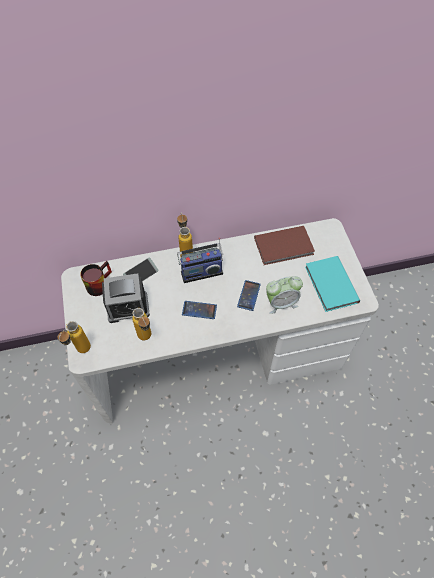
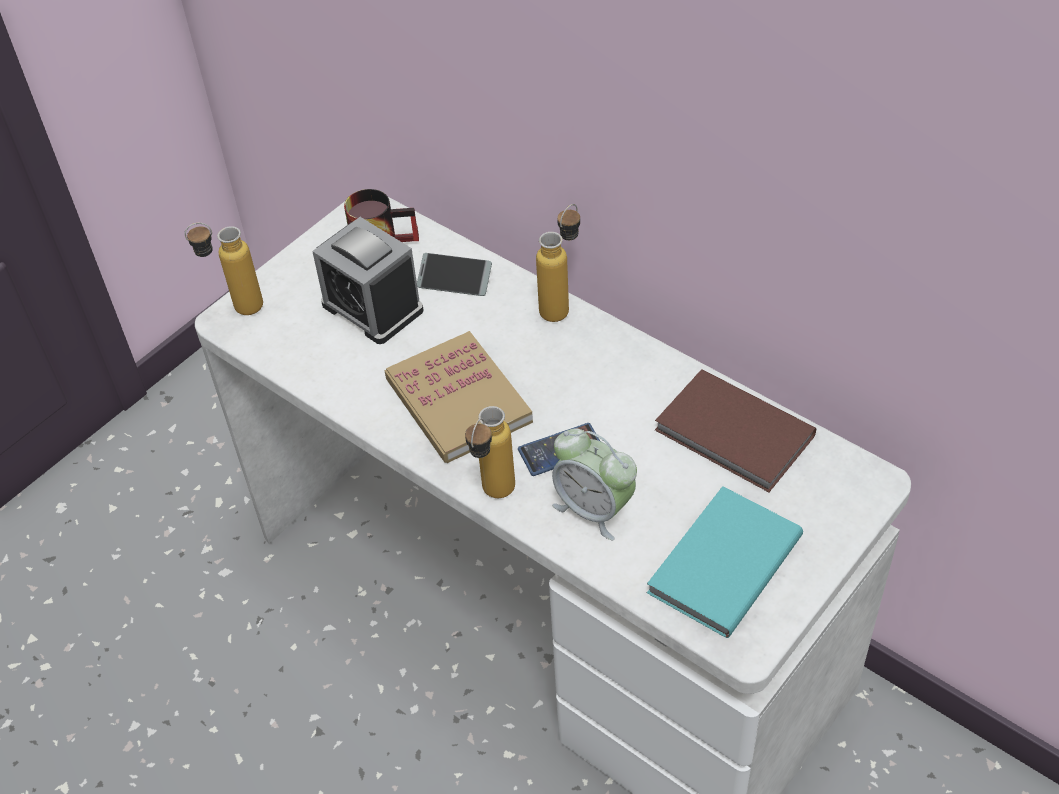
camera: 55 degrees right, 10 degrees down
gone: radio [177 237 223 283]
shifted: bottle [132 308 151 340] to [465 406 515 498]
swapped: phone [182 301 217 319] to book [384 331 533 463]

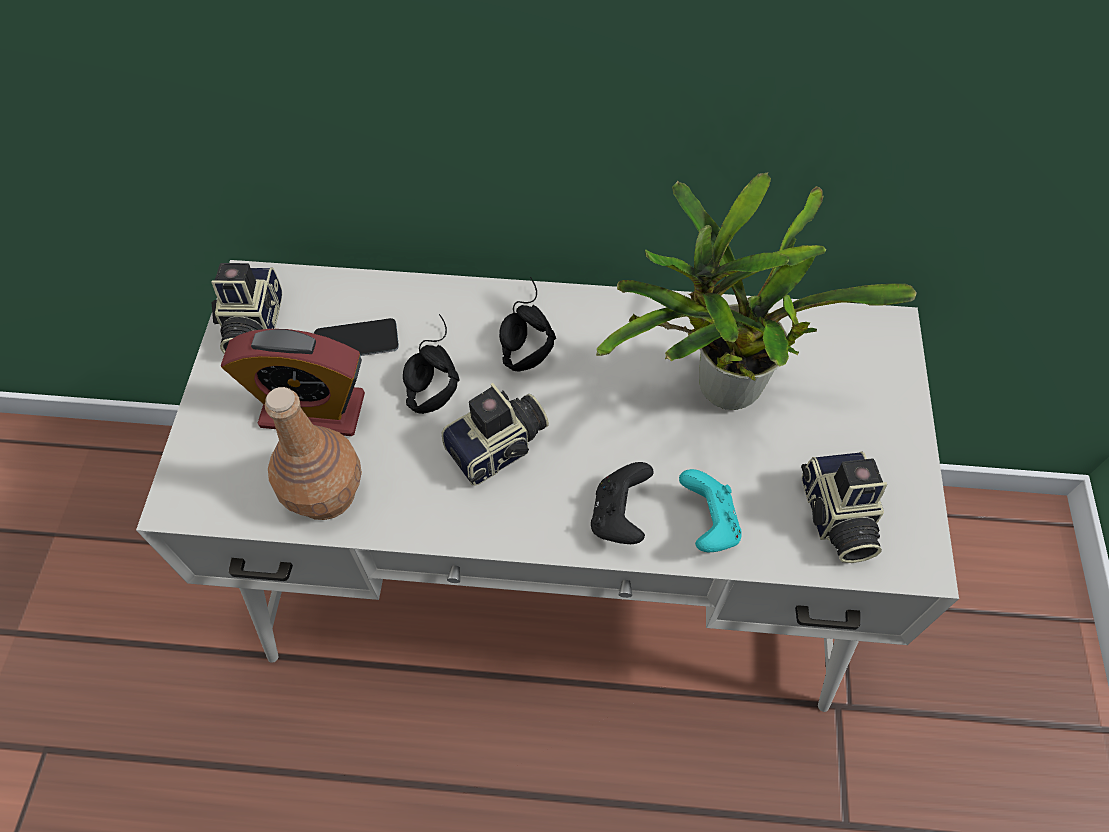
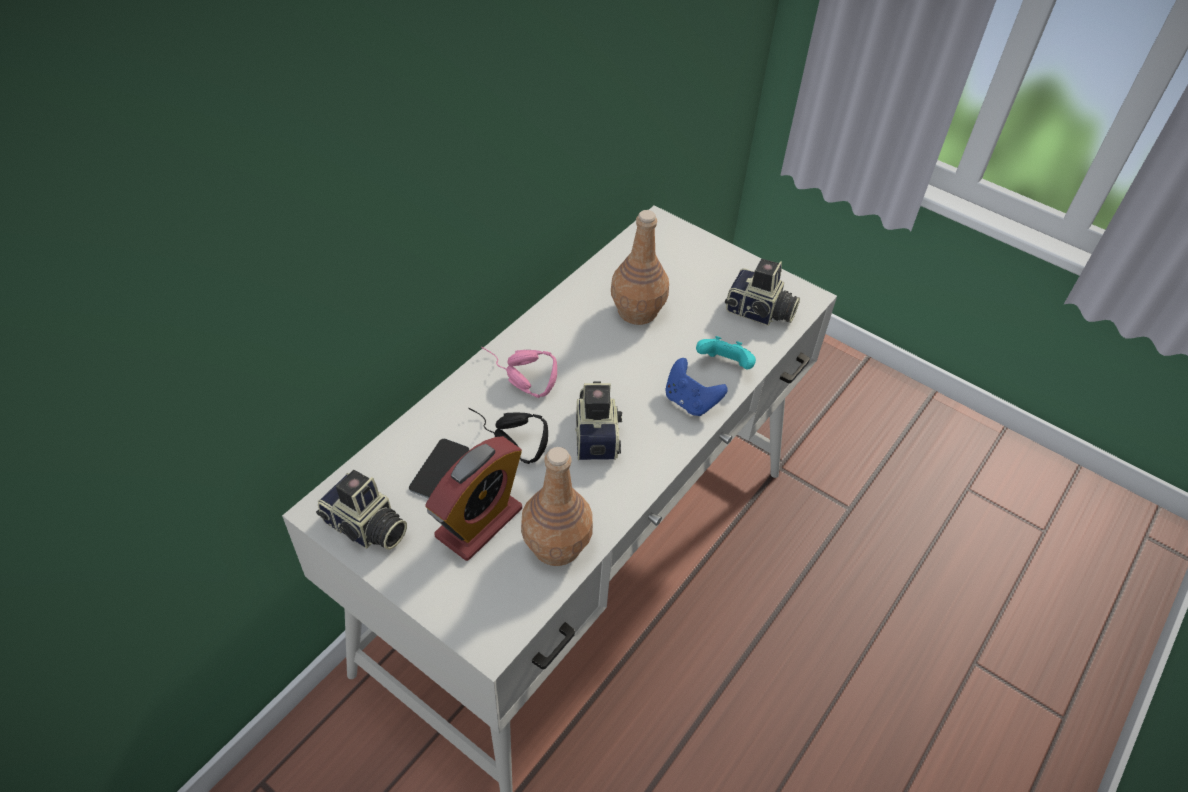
camera: 60 degrees left, 10 degrees down
swapped: potted plant [596 173 917 410] to brown bottle [611 210 669 325]
repainted: black headphones [499 277 556 372] to pink headphones [482 347 557 398]; black game controller [591 462 654 544] to blue game controller [666 358 728 416]

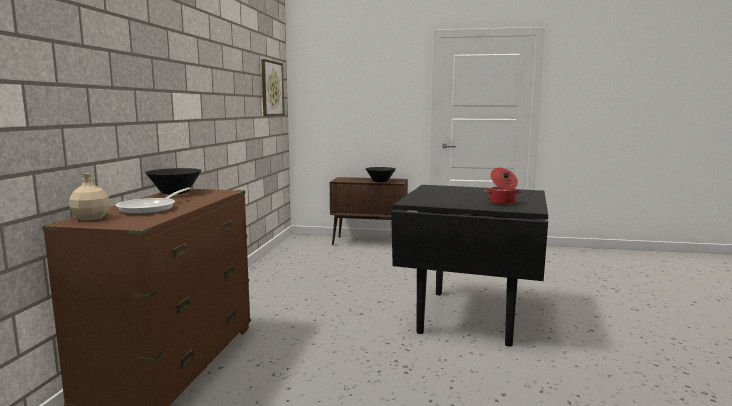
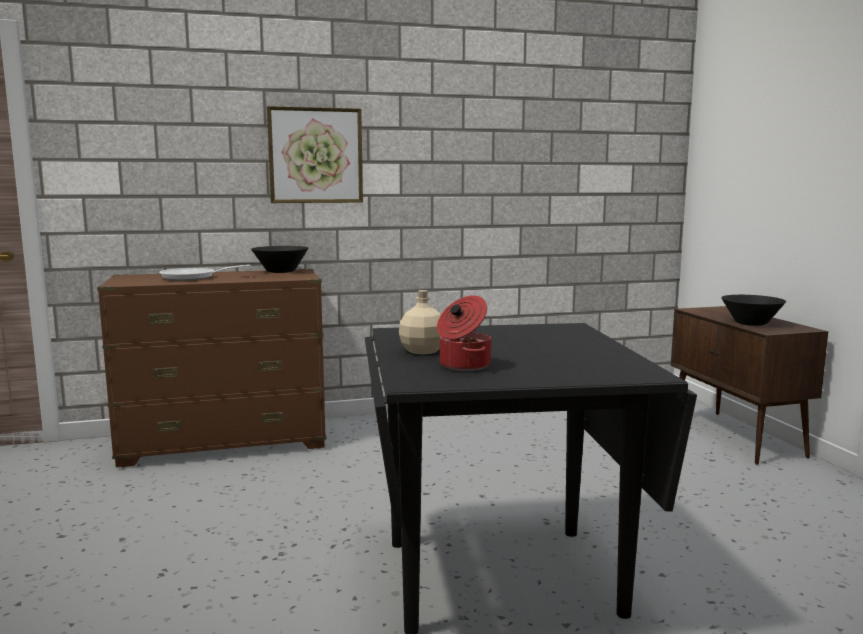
camera: 65 degrees right, 0 degrees up
shifted: beige bottle [69 173 110 221] to [399 290 441 354]; picture [261 59 285 116] to [267 106 363 203]

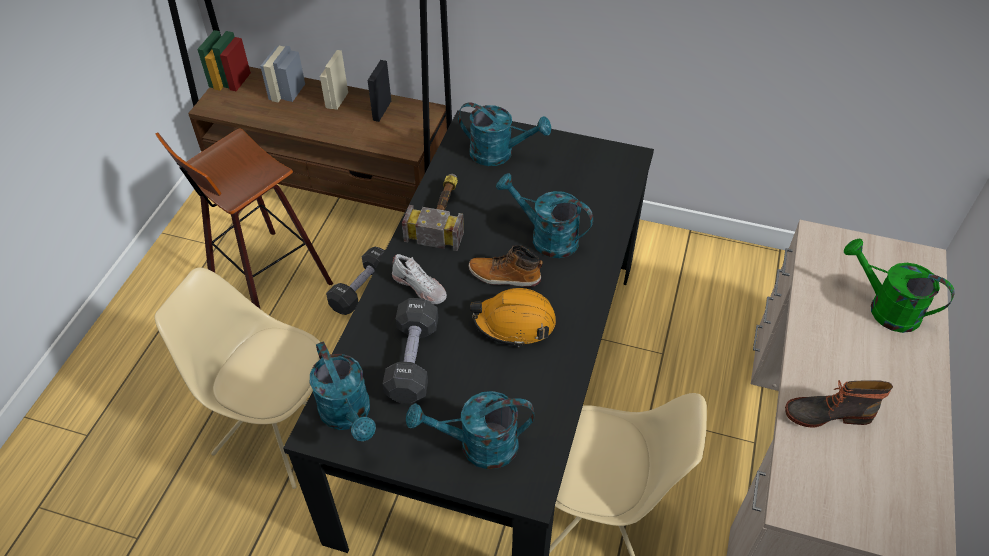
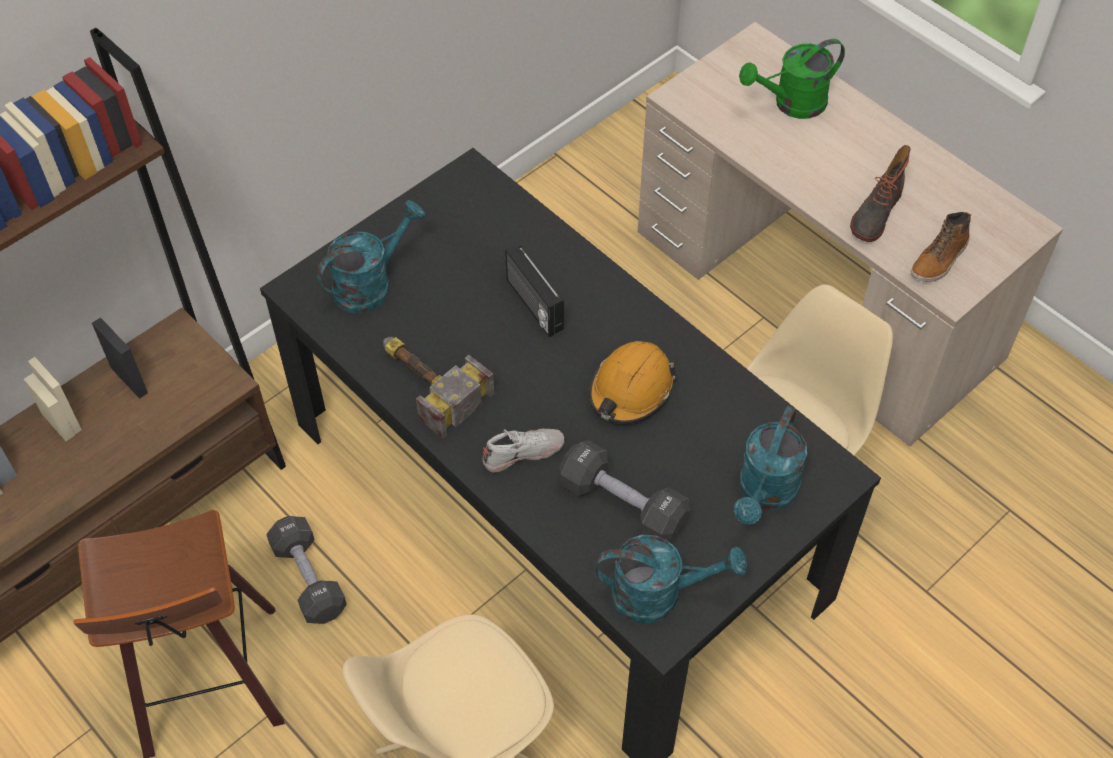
camera: 60 degrees left, 5 degrees up
shifted: boot [469 245 543 287] to [911 212 971 282]
swapped: turquoise watering can [496 173 593 258] to radio [505 244 564 337]

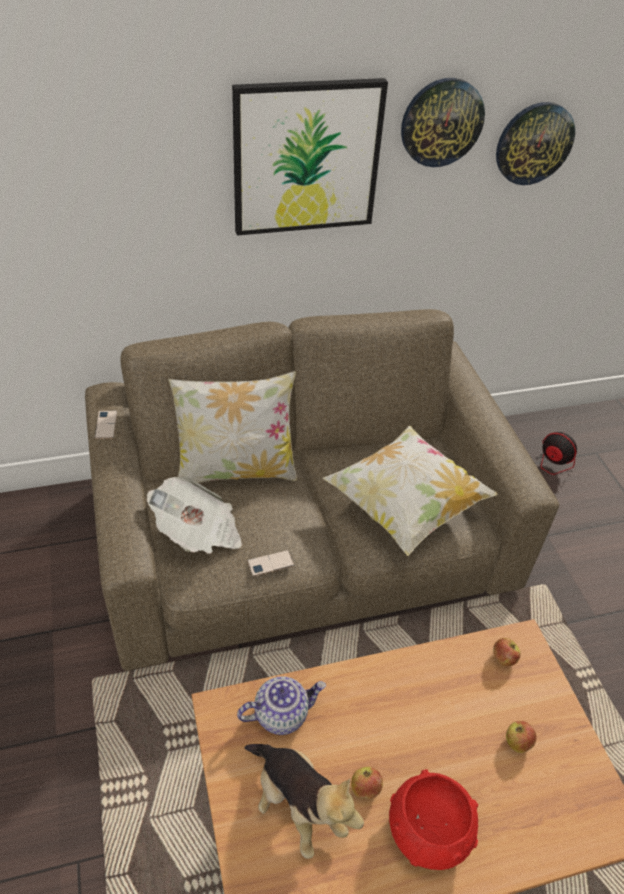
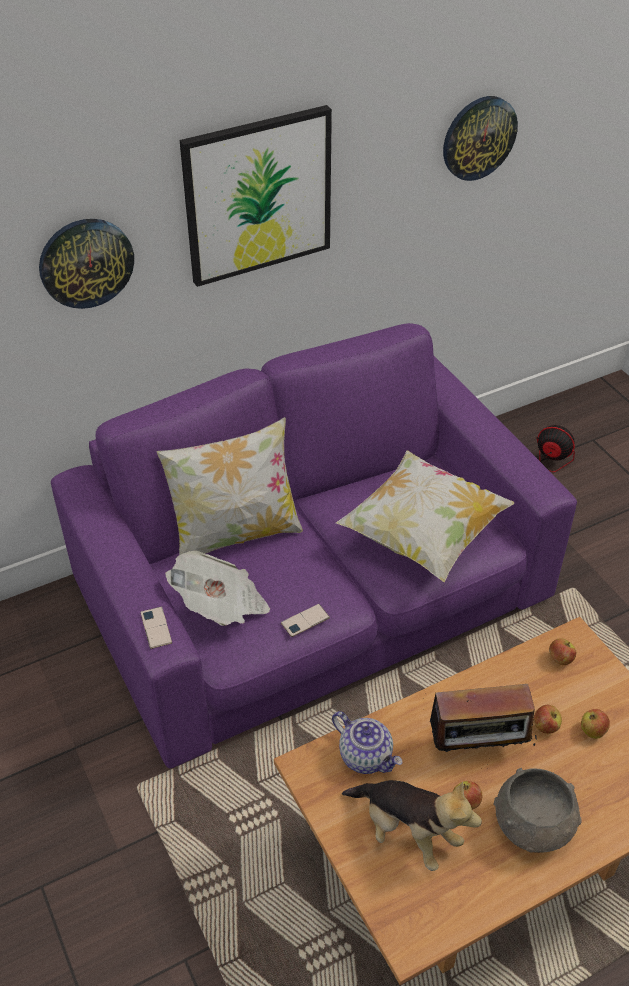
camera: 10 degrees left, 0 degrees up
new: radio [424 684 538 766]; apple [534 705 562 734]
shifted: phone [94 410 117 439] to [140 607 172 649]; wall clock [401 78 485 167] to [39 219 134 309]
repainted: brown sofa [85 309 559 671] to purple sofa [51 323 577 768]; red bowl [389 769 478 870] to grey bowl [493 768 582 853]
rotated: teapot [237 676 326 735] = [332 711 402 774] 75 degrees clockwise

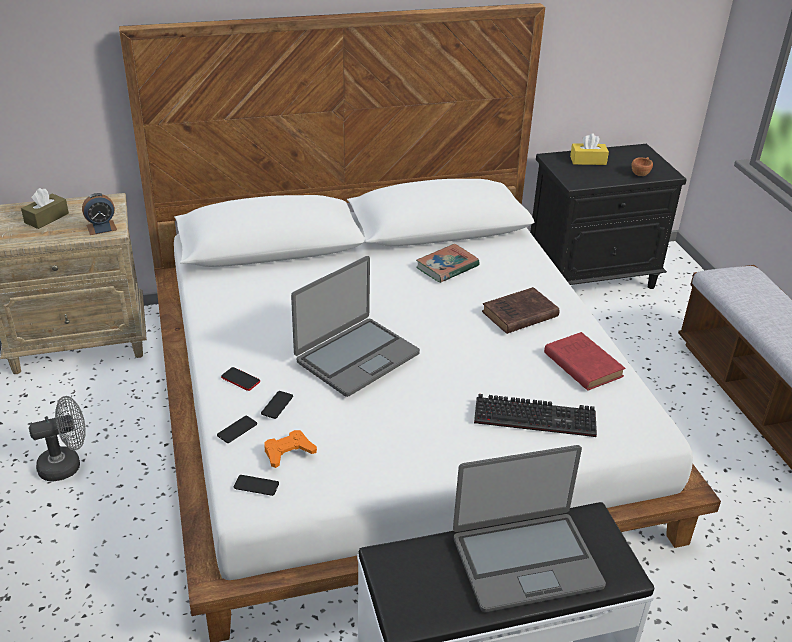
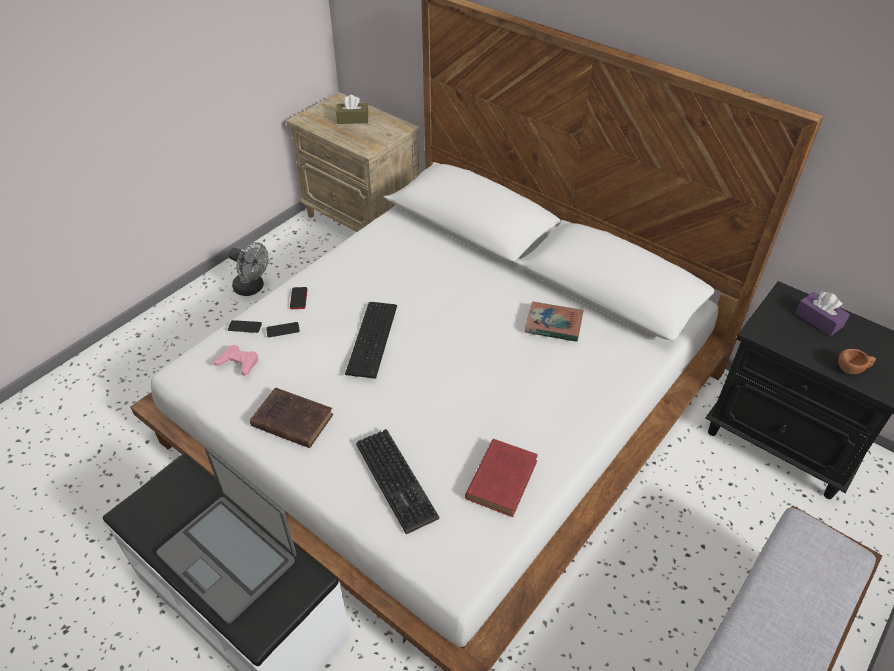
camera: 55 degrees right, 10 degrees up
gone: alarm clock [82 193 117 235]; phone [234 475 279 496]
shifted: brown book [482 287 559 334] to [250 387 333 448]
swapped: laptop [291 256 420 397] to keyboard [345 302 397 379]
repainted: orange game controller [264 430 317 468] to pink game controller [214 345 258 376]; yellow tissue box [570 133 609 165] to purple tissue box [795 291 850 336]

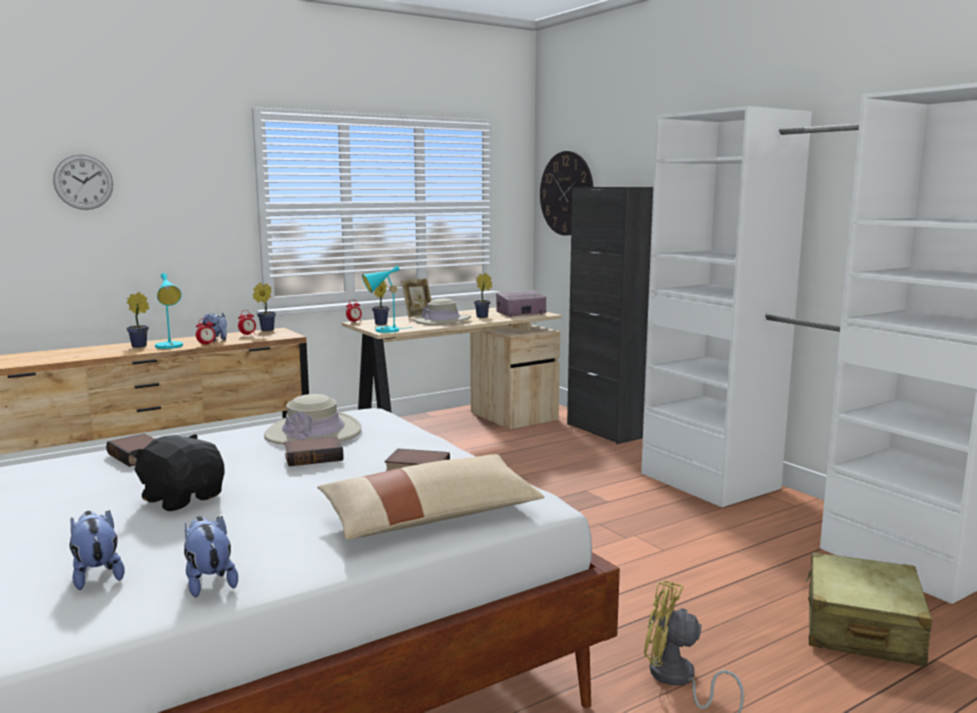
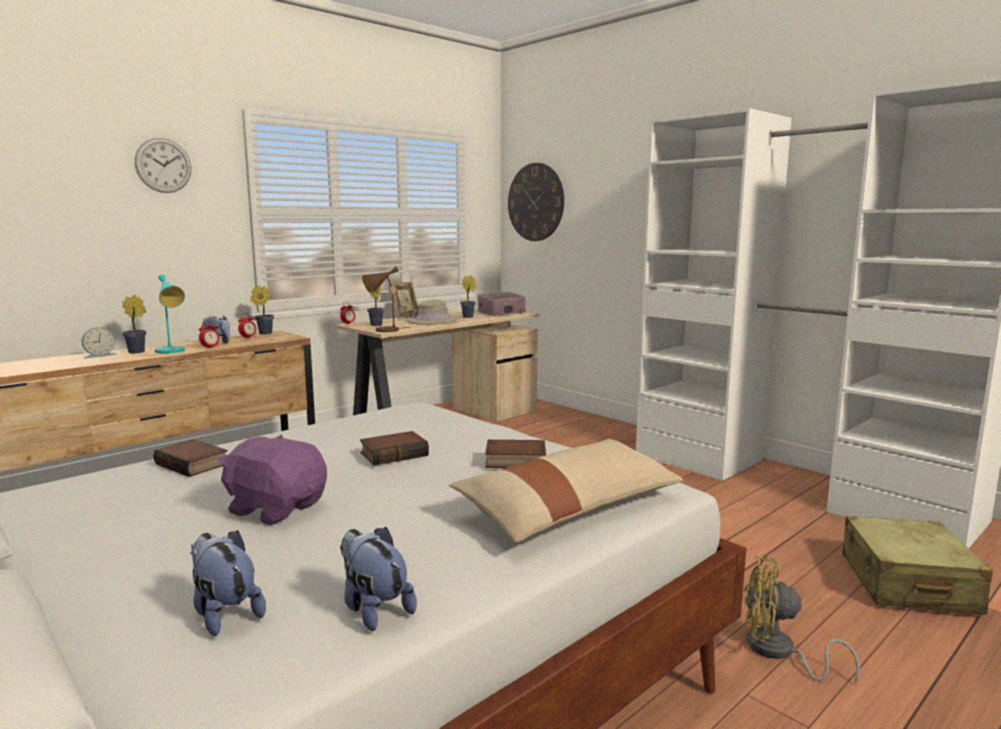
camera: 10 degrees left, 0 degrees up
gone: beige hat [264 394 361 445]; black cabinet [567 187 653 444]
new: alarm clock [82 327 117 358]
shifted: wall clock [53 154 113 210] to [135 138 191 193]
repainted: black plush toy [130 434 224 511] to purple plush toy [217 435 327 525]; turquoise table lamp [362 266 413 333] to brown table lamp [362 267 409 332]

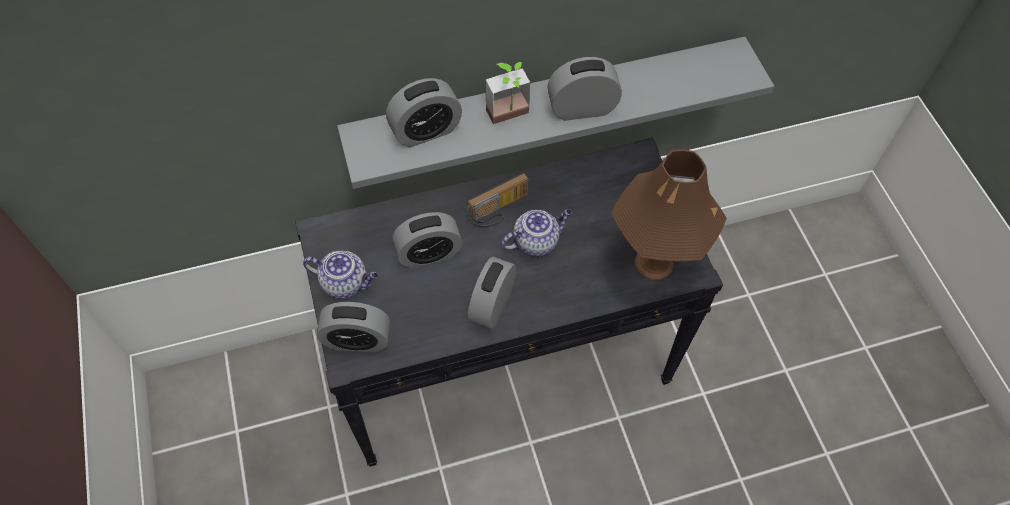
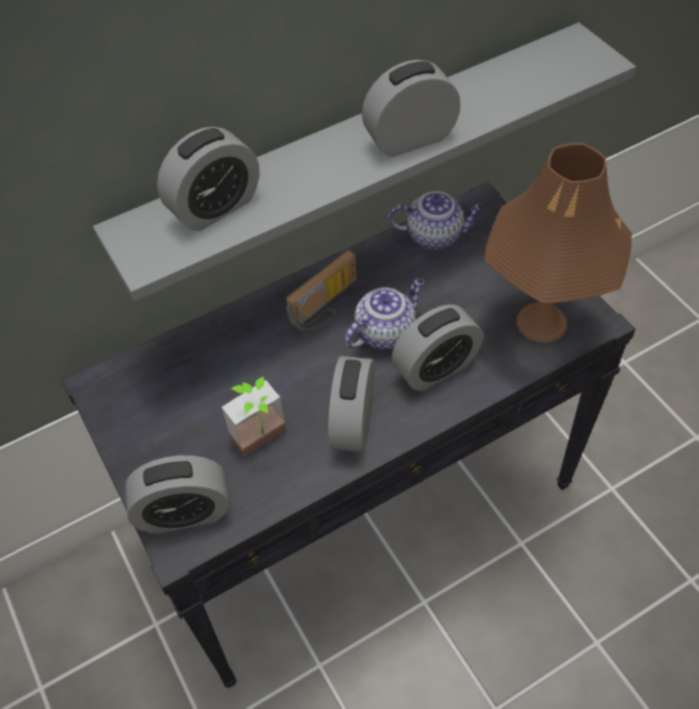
camera: 10 degrees left, 5 degrees down
shifted: teapot [303 251 378 299] to [388 191 484 250]; alarm clock [392 212 462 269] to [391 304 483 391]; potted plant [486 62 530 124] to [222 377 286 456]

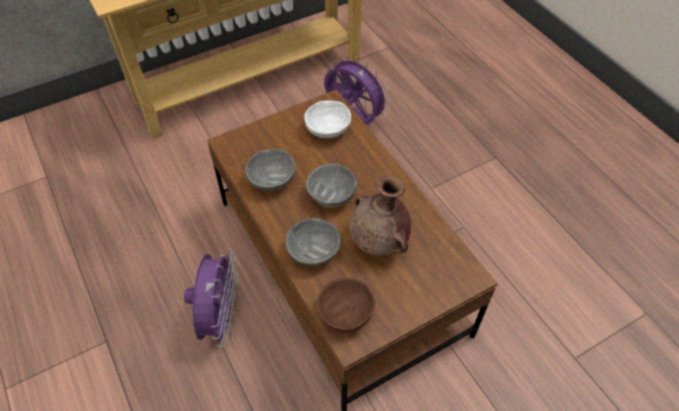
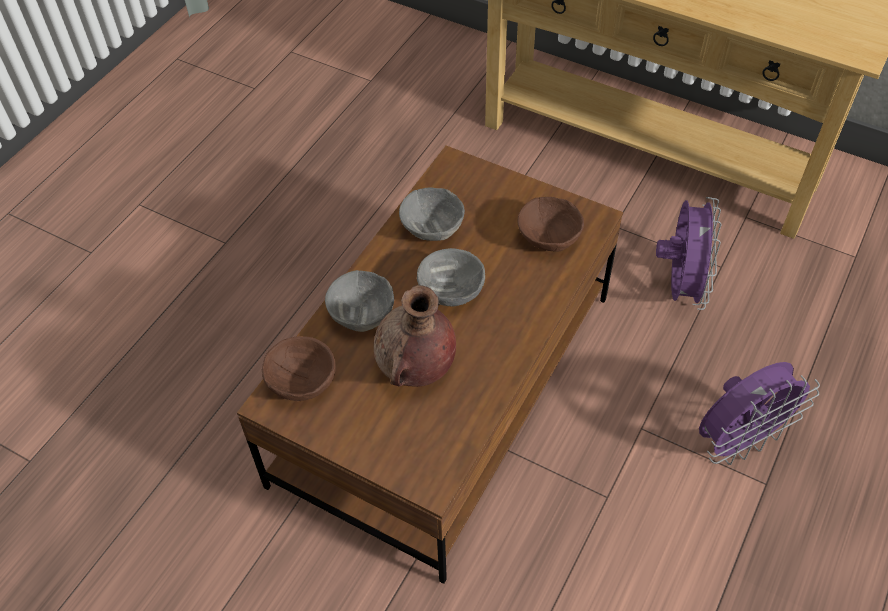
camera: 60 degrees right, 0 degrees up
shifted: purple fan [184 249 239 347] to [699 362 820 465]
repainted: white bowl [304 100 351 138] to brown bowl [517 197 584 252]

